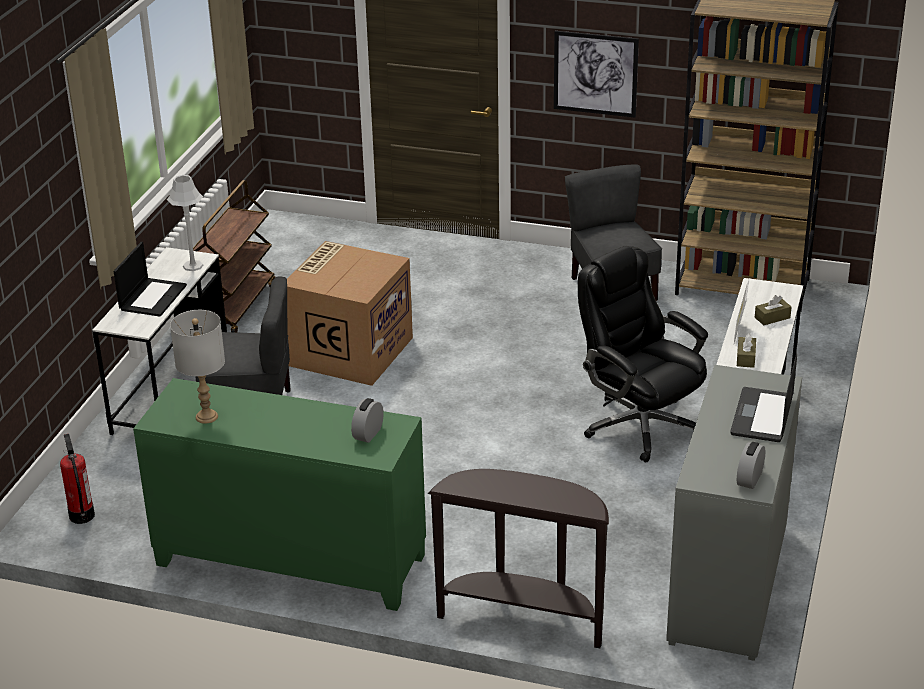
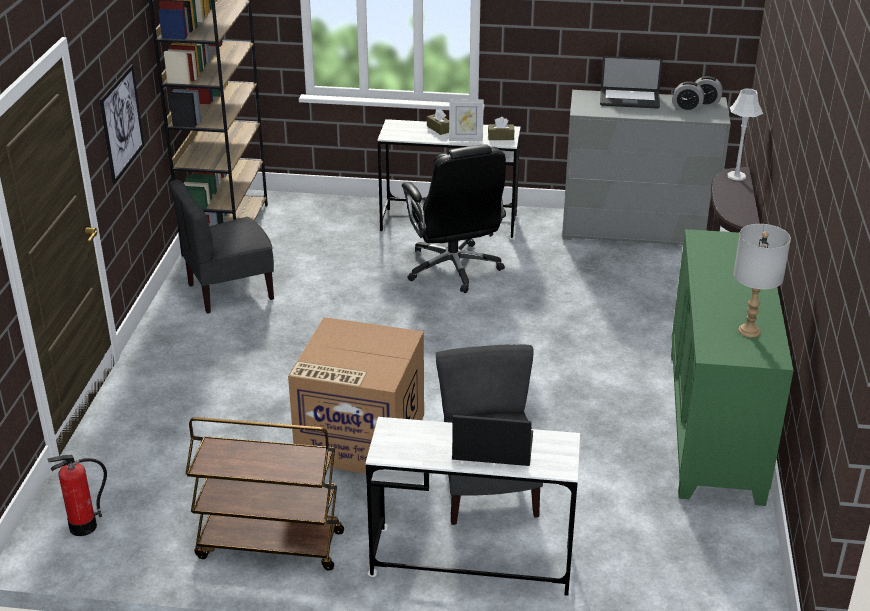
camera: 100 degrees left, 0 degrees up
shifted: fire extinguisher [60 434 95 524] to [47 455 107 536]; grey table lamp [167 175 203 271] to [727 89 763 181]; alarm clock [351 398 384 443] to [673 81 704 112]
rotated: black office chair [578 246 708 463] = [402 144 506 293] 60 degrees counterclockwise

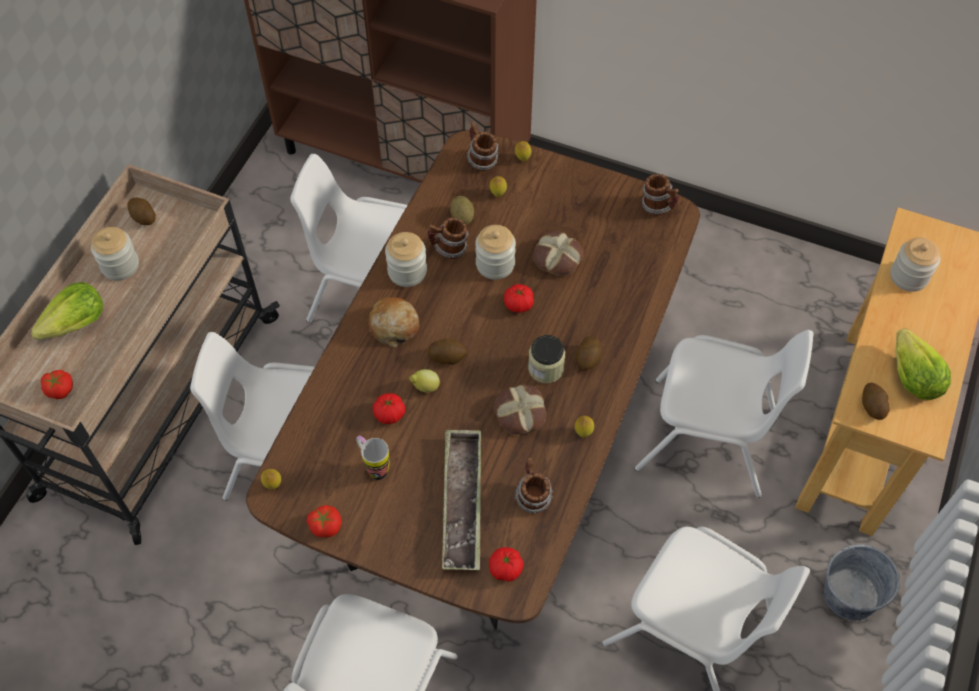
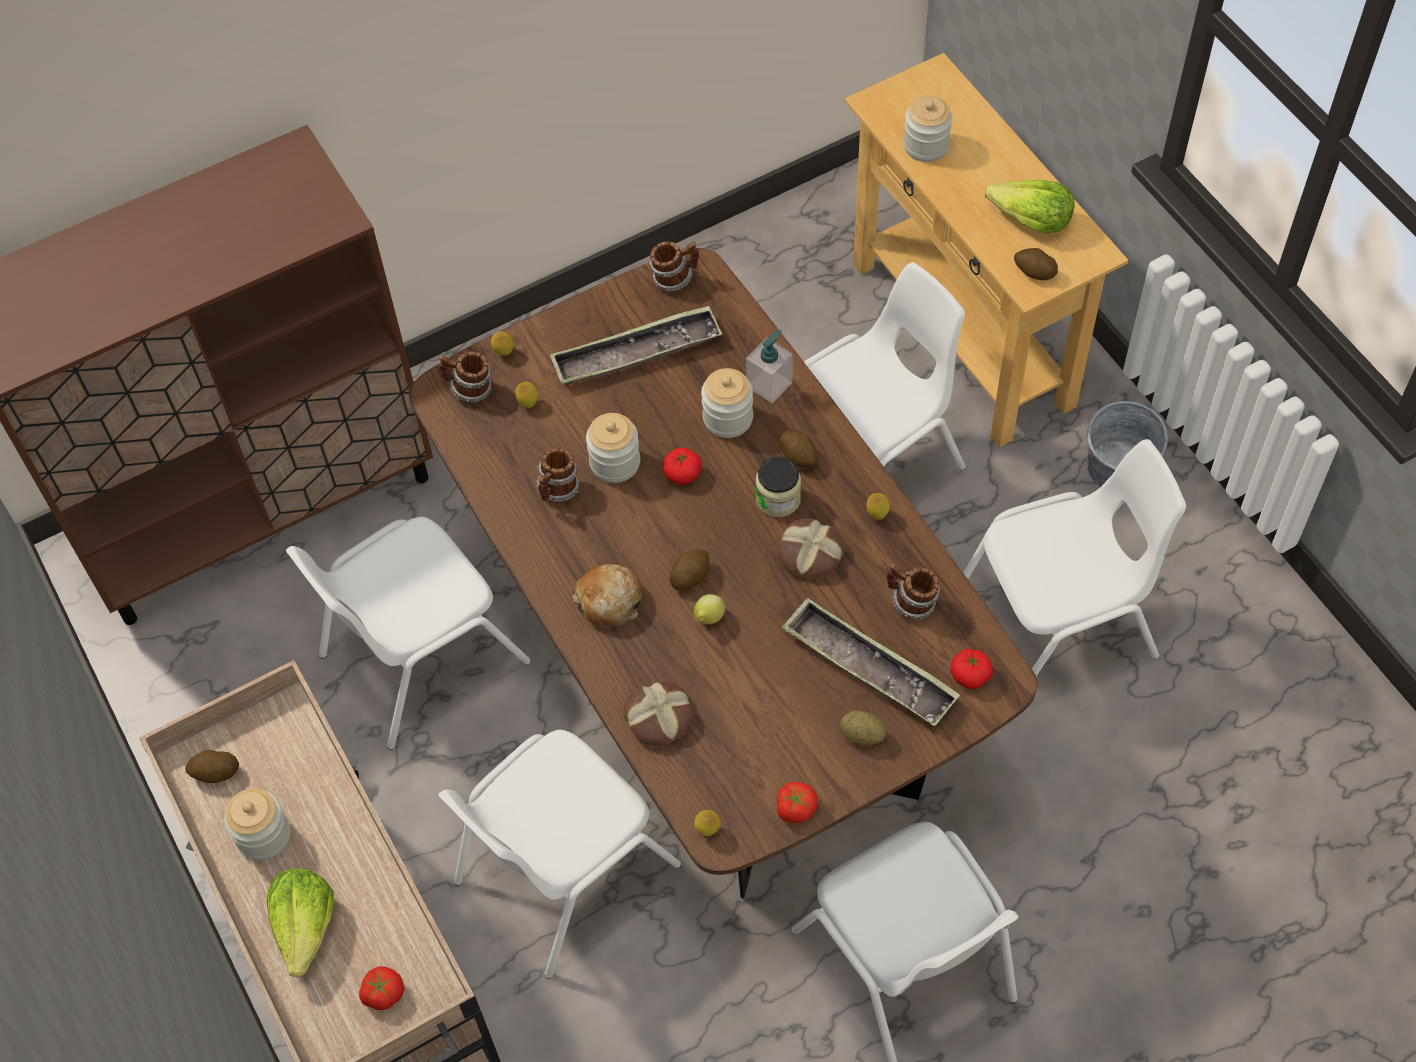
camera: 50 degrees left, 0 degrees up
gone: mug [356 435 390 480]; tomato [373 393 405 424]
new: tray [550 305 722 386]; soap dispenser [746 329 793 403]
shifted: jar [385 232 427 287] to [701 368 753 438]; potato [450 196 474 225] to [840 710 886 746]; bread [533 231 584 276] to [623 682 695 746]

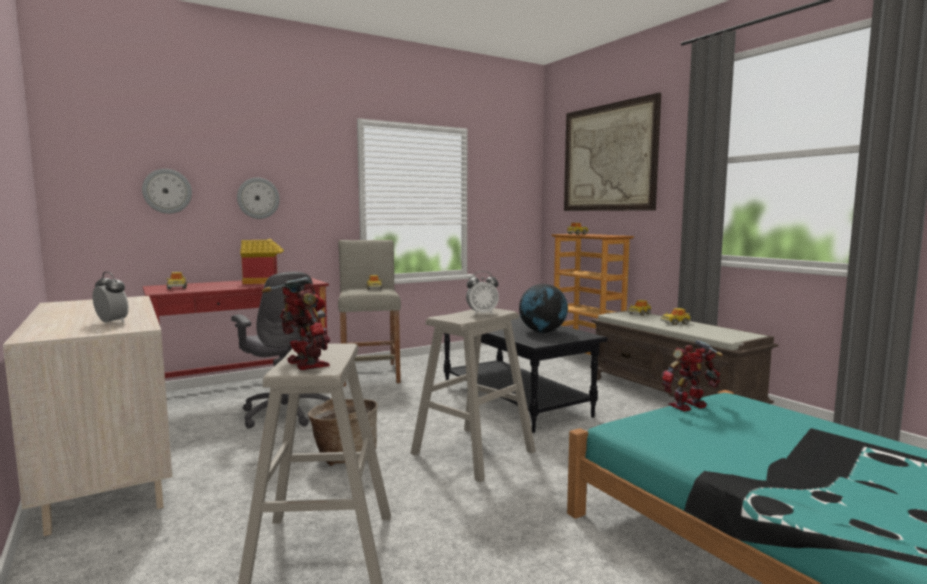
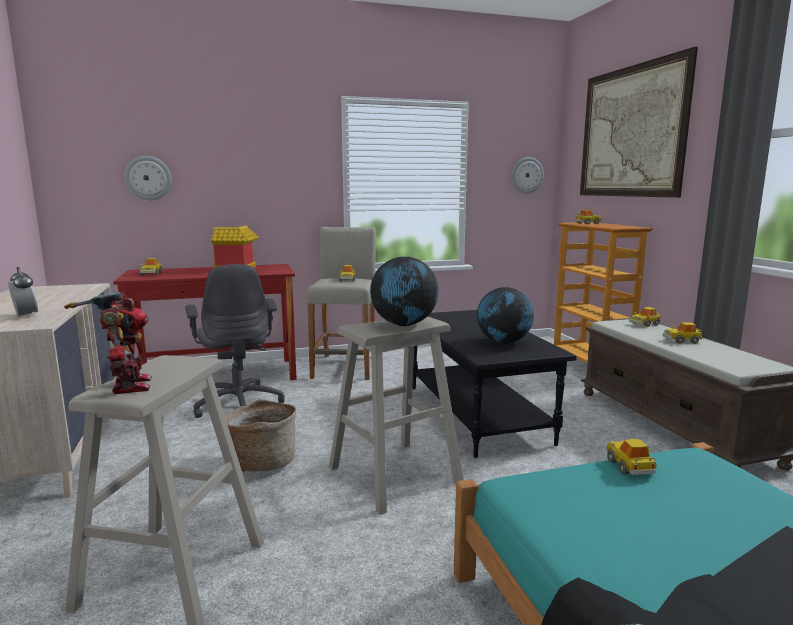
camera: 15 degrees right, 5 degrees up
shifted: wall clock [237 178 280 219] to [512 157 544 194]
swapped: alarm clock [466 271 499 315] to globe [370 257 439 326]; toy robot [662 340 723 412] to toy car [606 439 657 475]

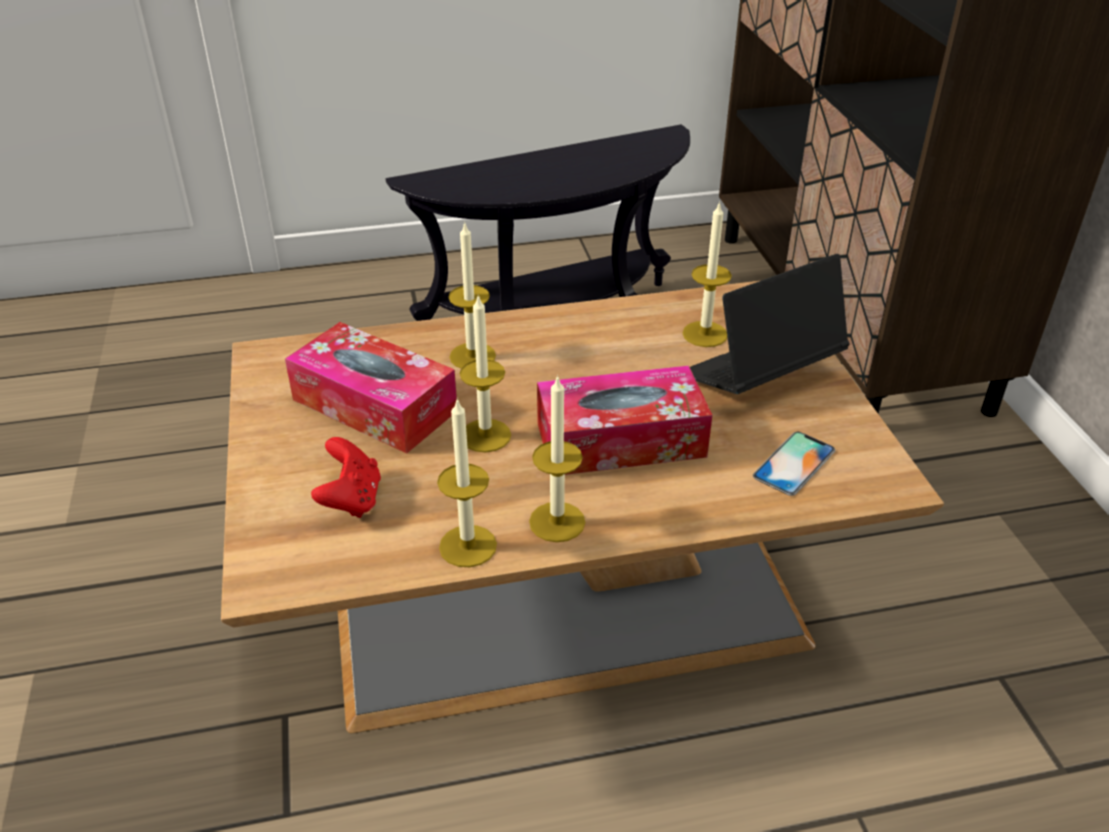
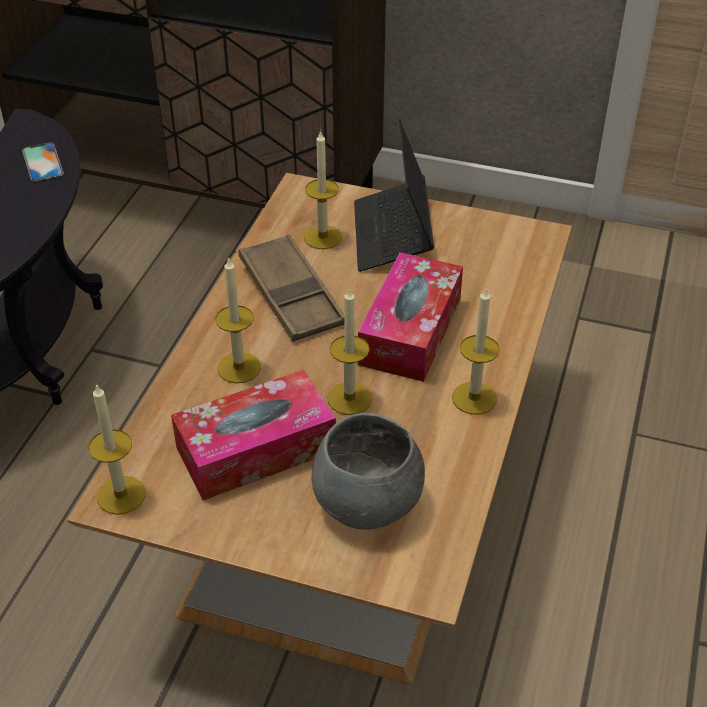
camera: 60 degrees left, 5 degrees up
new: brown tray [239 234 344 342]
shifted: candle [437 398 497 567] to [88 383 146 515]; phone [753 432 835 496] to [22 142 64 182]
swapped: red game controller [311 437 381 518] to grey bowl [311 413 425 529]

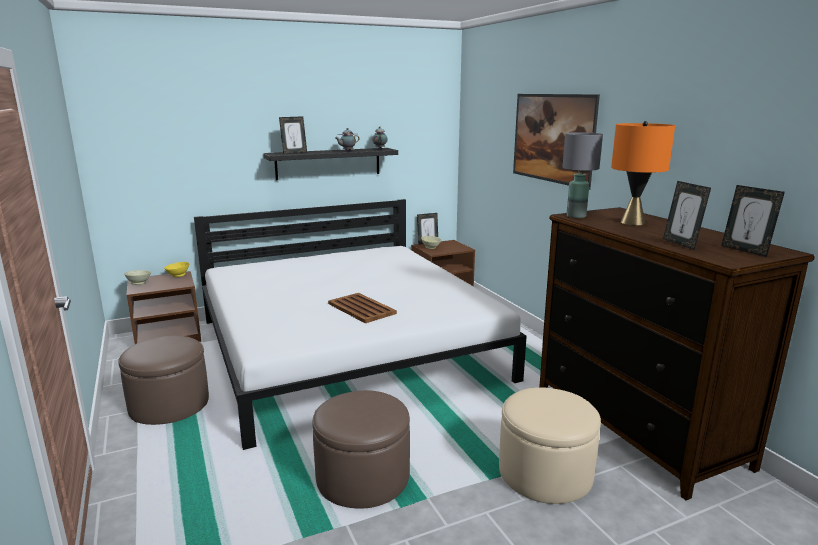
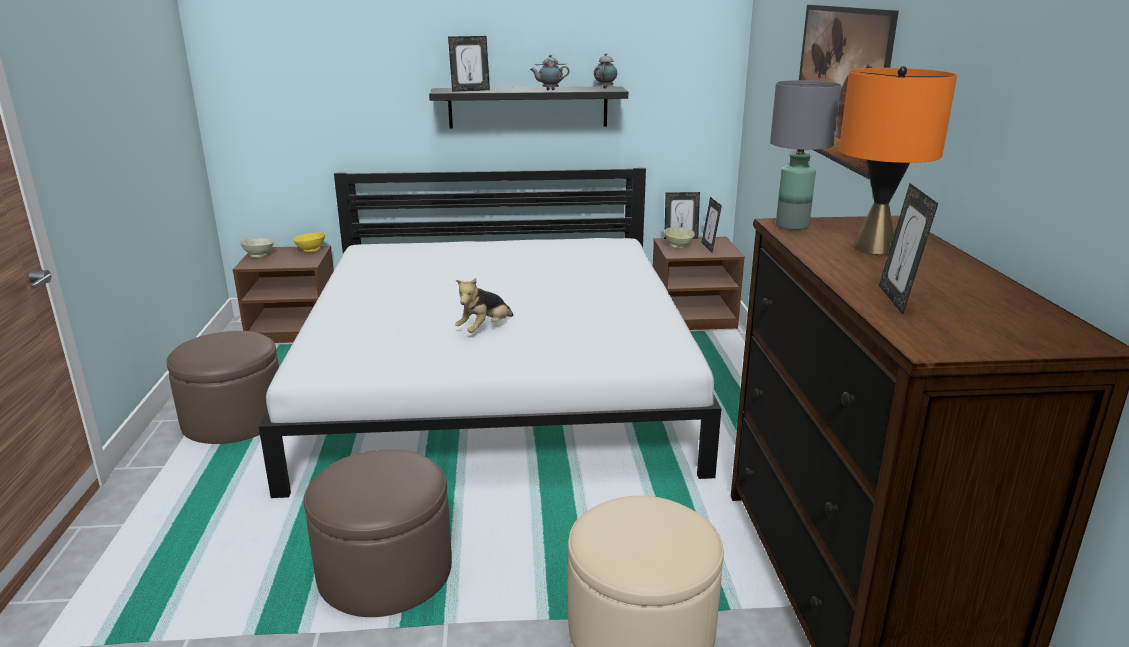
camera: 20 degrees right, 5 degrees up
shifted: picture frame [721 185 785 257] to [701 197 722 253]
swapped: brown tray [328 293 397 323] to plush toy [455 278 514 333]

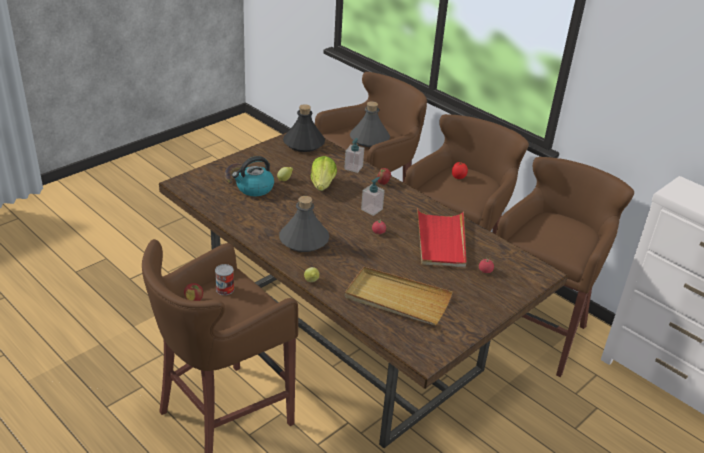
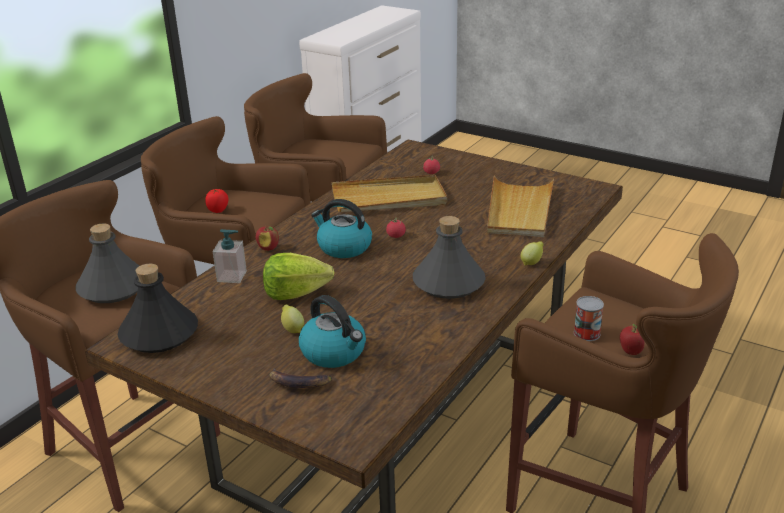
camera: 100 degrees left, 5 degrees down
swapped: soap dispenser [361 177 385 216] to kettle [311 199 372 258]
repainted: red tray [417 208 466 267] to beige tray [332 175 447 212]

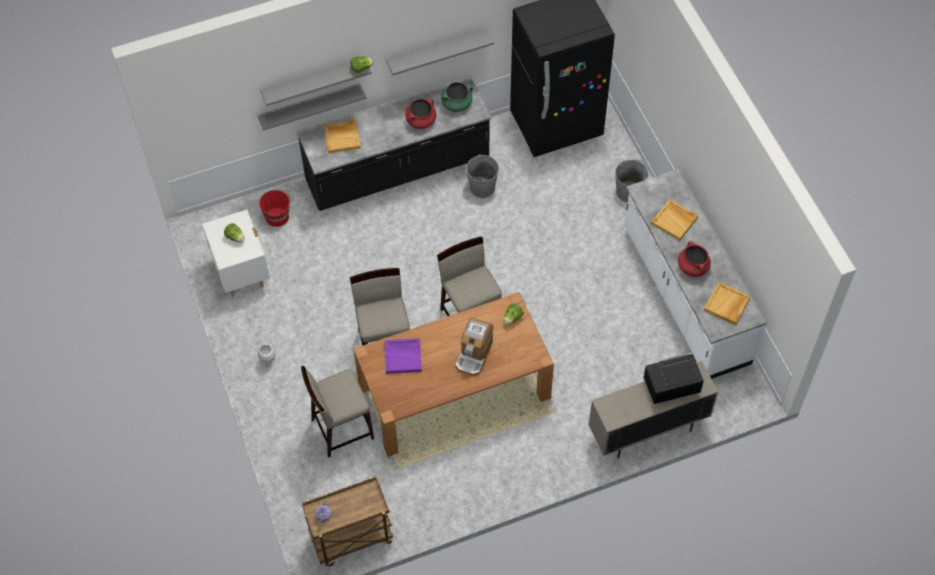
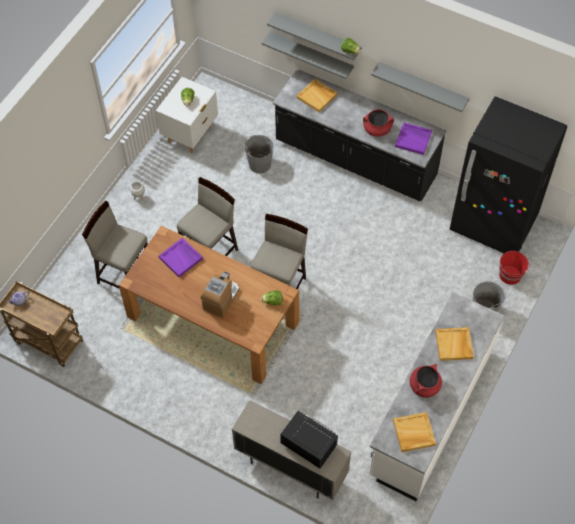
camera: 50 degrees right, 0 degrees up
shifted: red bucket [259 190 291 227] to [499 251 530 285]; grey bucket [465 154 499 198] to [244 135 274 173]
swapped: green cooking pot [441 82 473 112] to purple tray [395 122 432 155]
rotated: coffee machine [455 317 493 376] = [201 271 239 318] 135 degrees clockwise

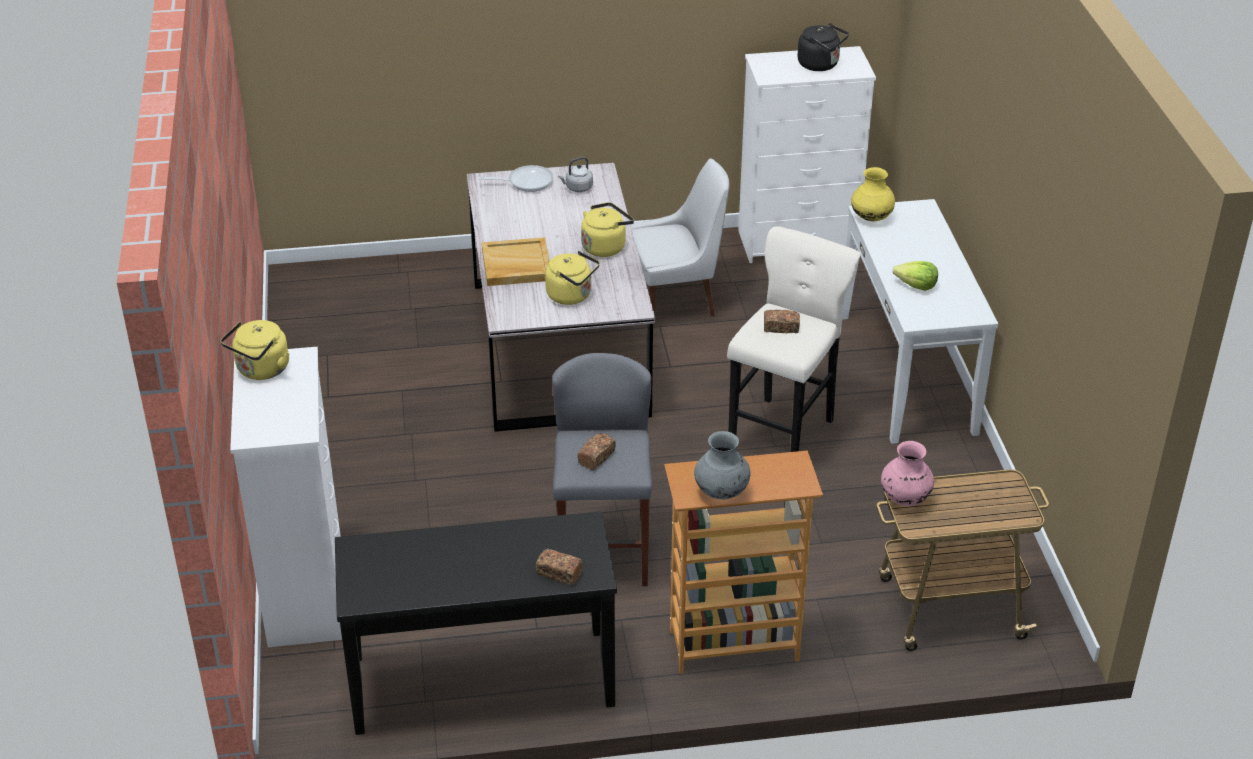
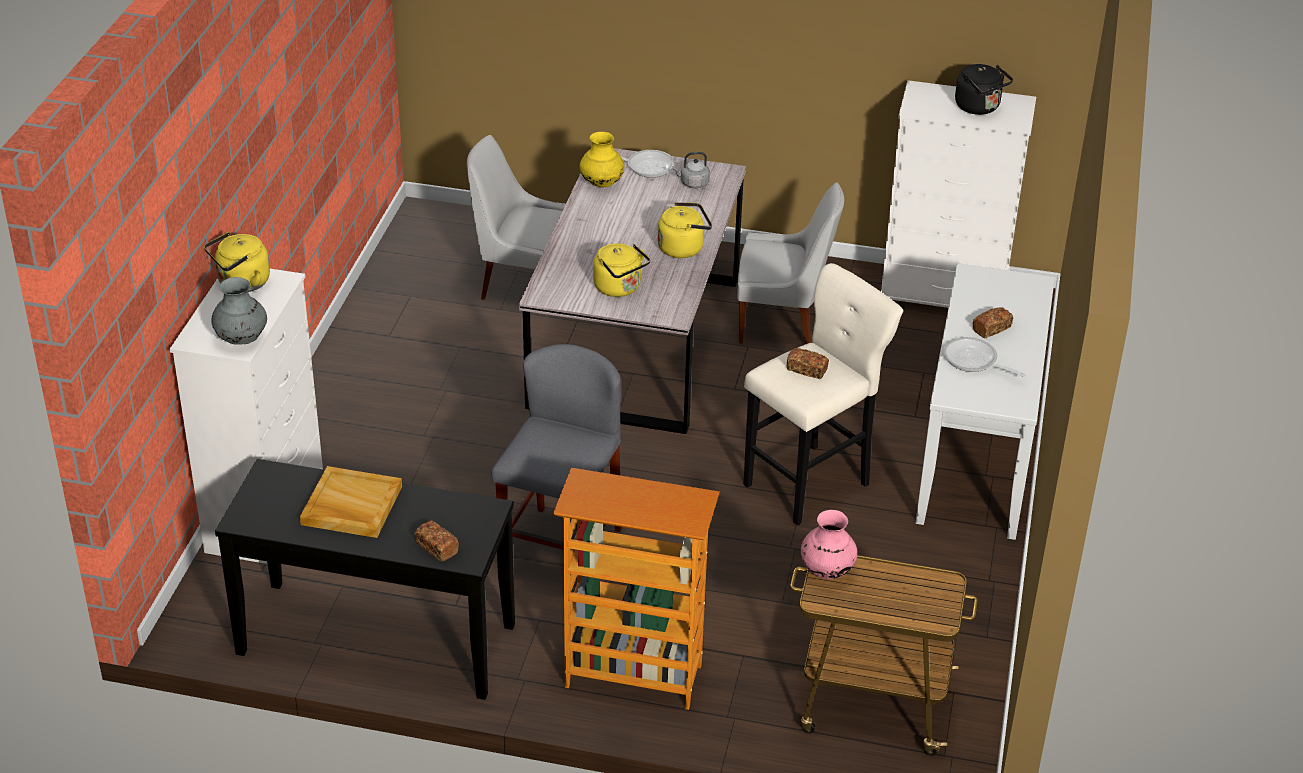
camera: 20 degrees right, 0 degrees up
new: white chair [467 135 566 300]
shifted: beige tray [482 237 550 286] to [300 466 402 538]; bread [577 433 616 470] to [973 307 1013 338]; grey vase [694 431 750 500] to [211 277 267 345]; yellow vase [851 167 895 221] to [580 132 624 187]
swapped: lettuce [893 261 938 291] to frying pan [944 337 1025 377]

